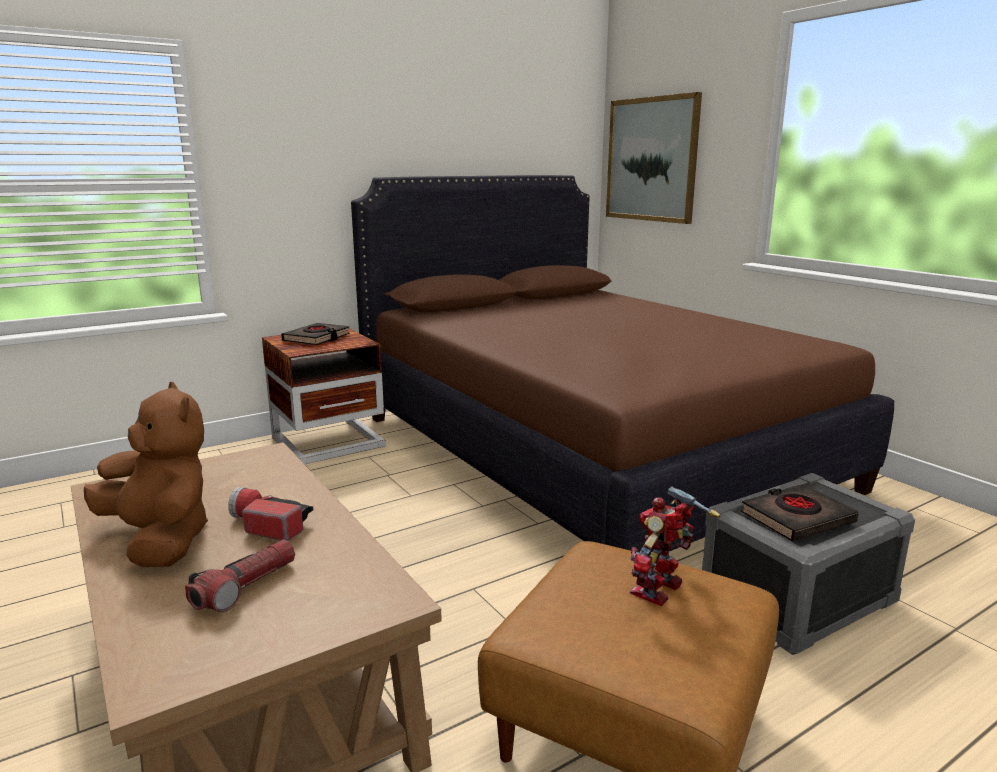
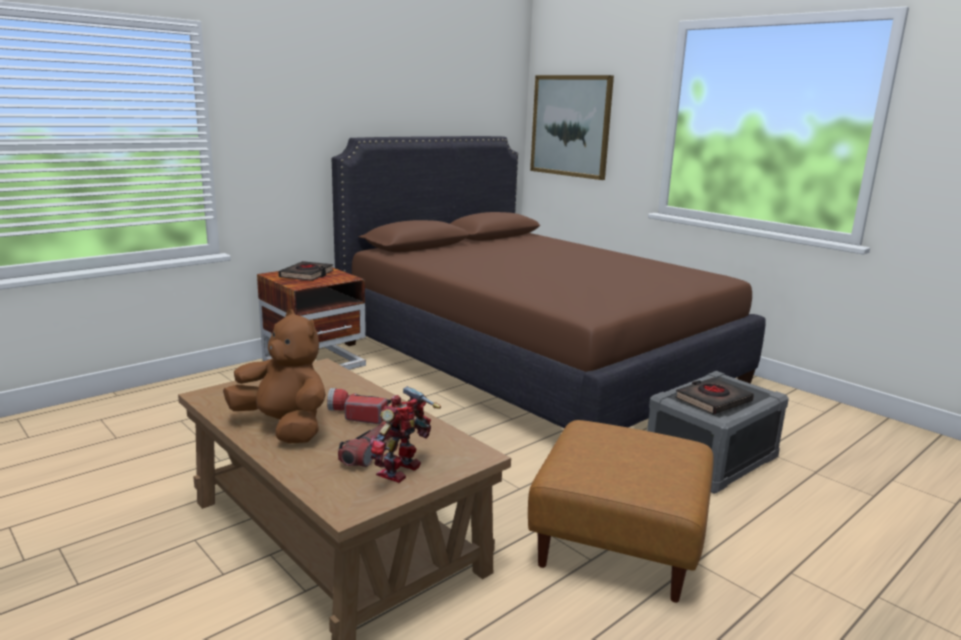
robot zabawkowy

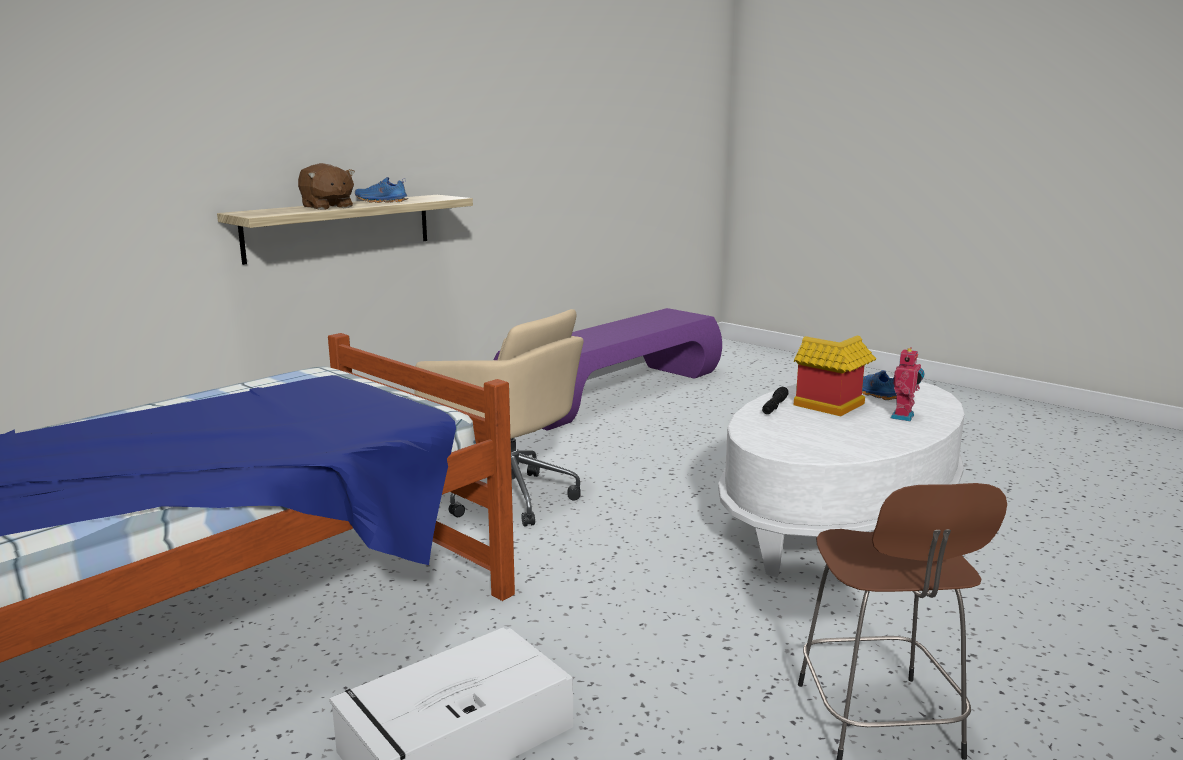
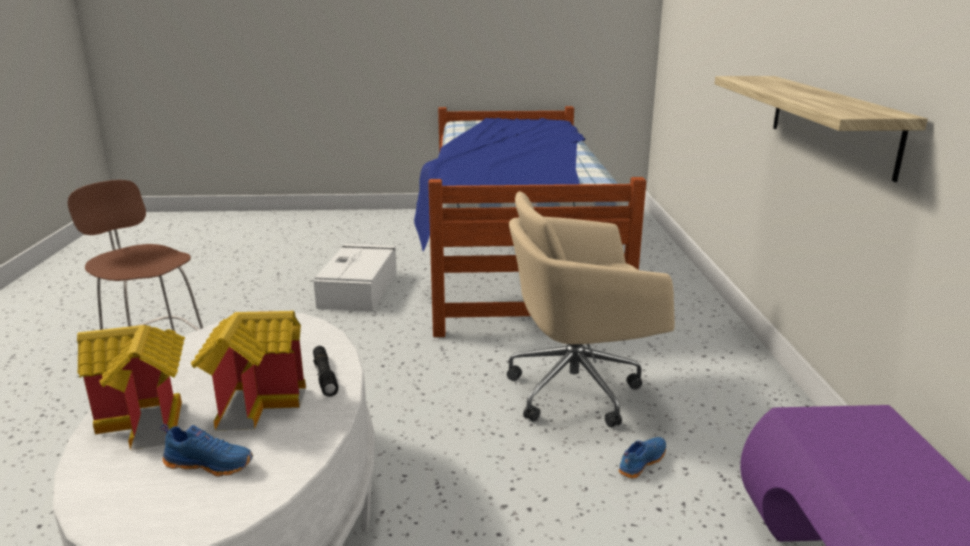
pluszak [brązowy]
but [niebieski] (no. 2 from left)
domek (no. 1 from left)

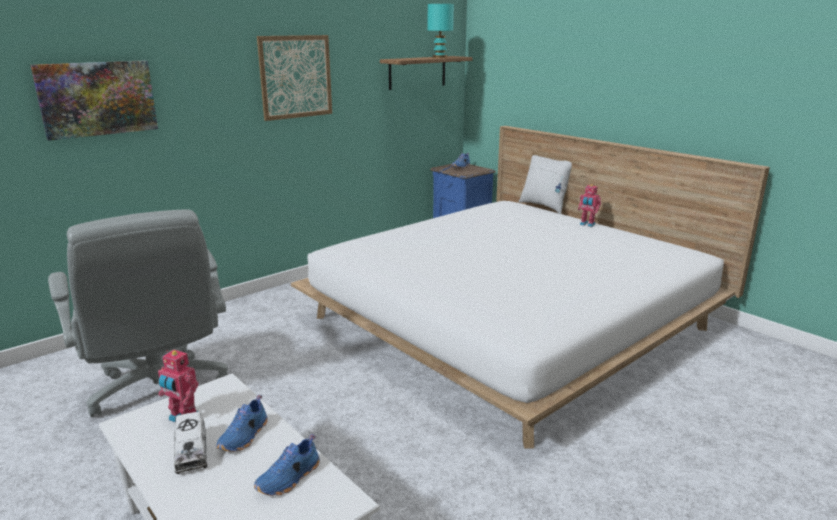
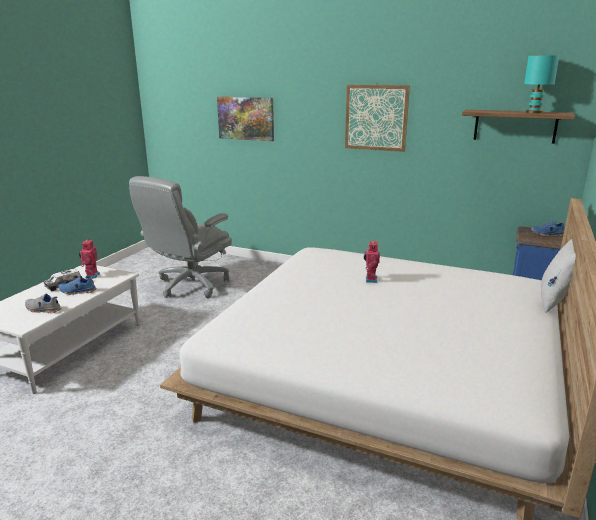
but [szary]
robot zabawkowy (no. 2 from left)

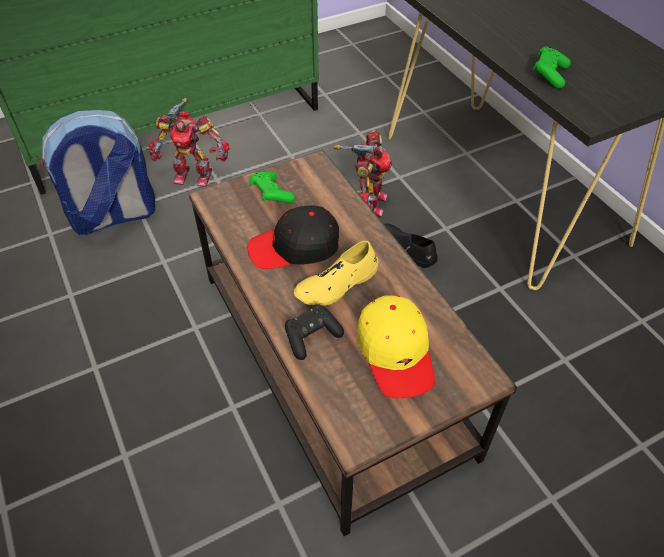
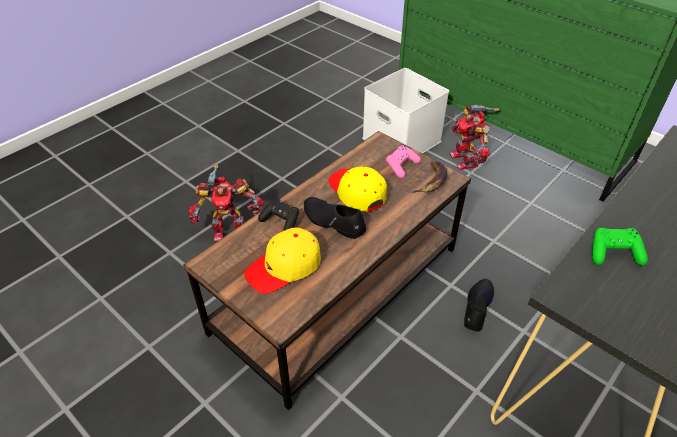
pojemnik do przechowywania [biały]
czapka z daszkiem [żółty] (no. 2 from left)
pad do gier [różowy]
but [czarny] (no. 1 from left)
robot zabawkowy (no. 1 from left)
banan

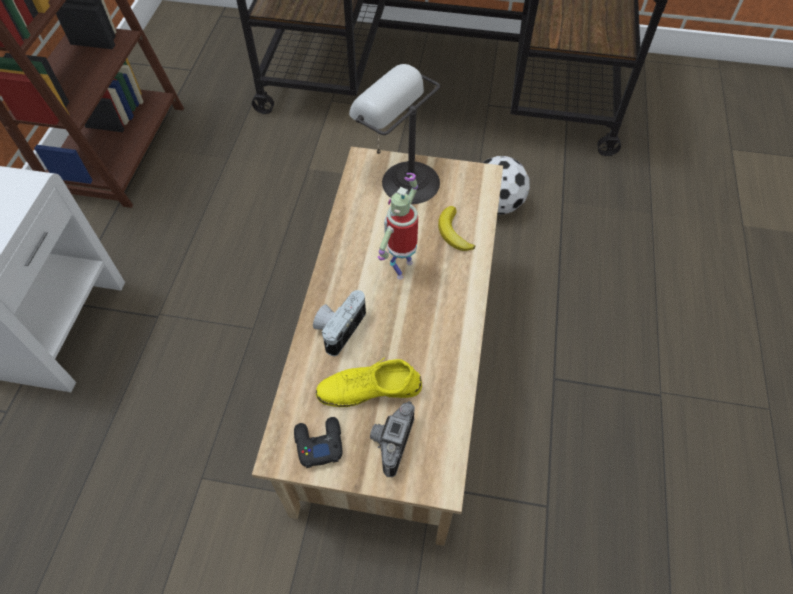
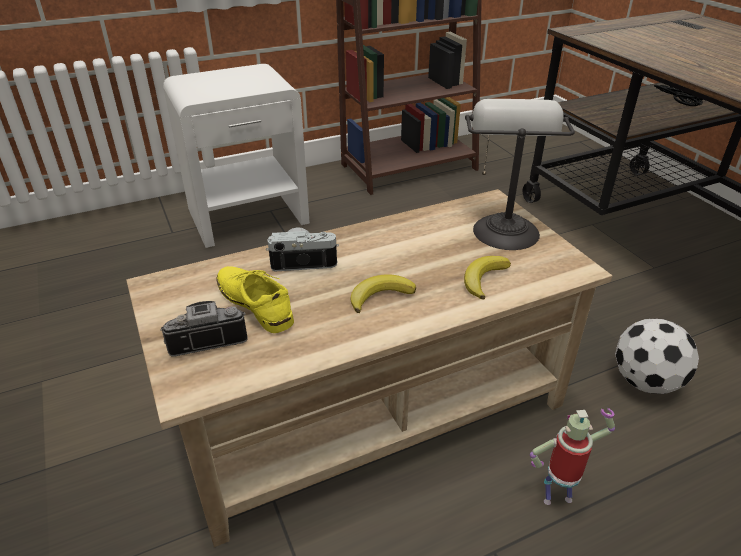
pad do gier [czarny]
robot zabawkowy
banan (no. 1 from left)

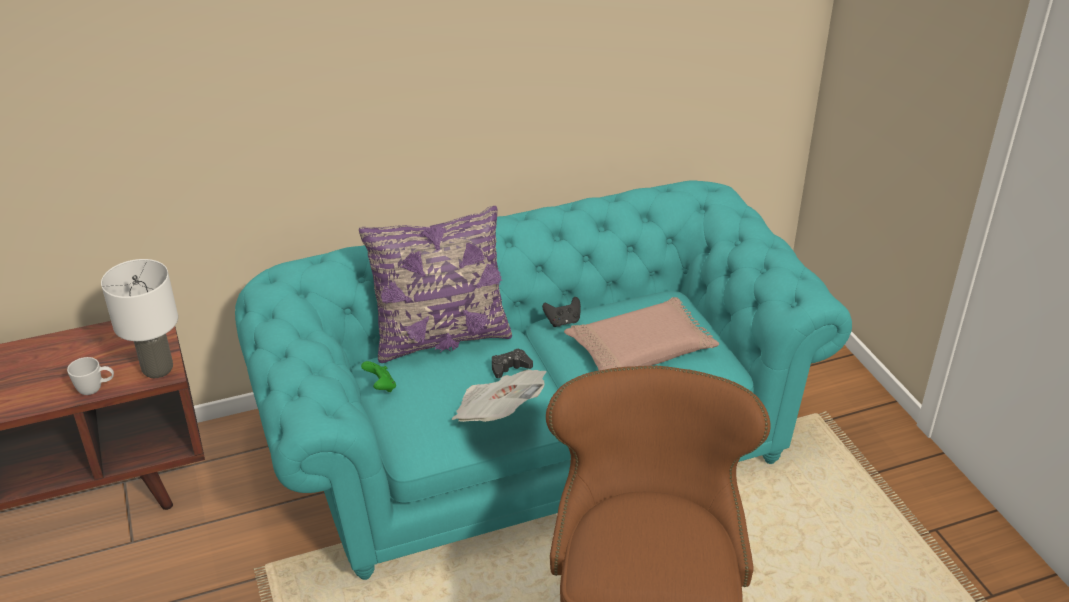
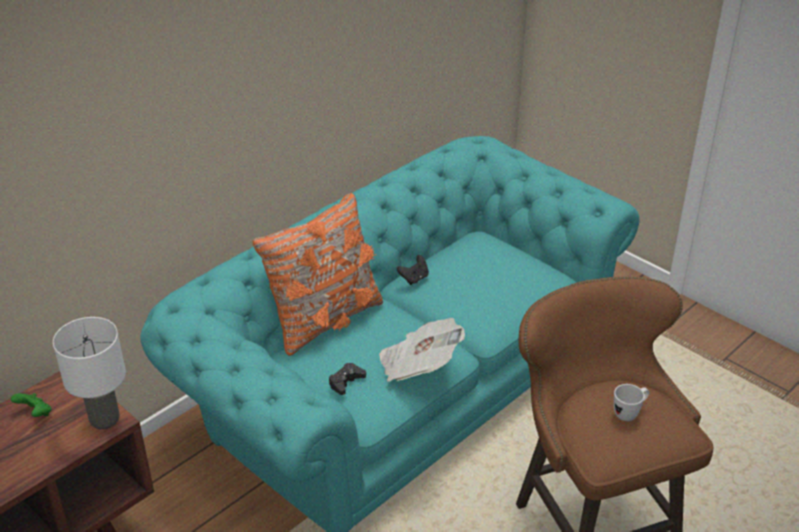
kubek [biały]
poduszka [pomarańczowy]
pad do gier [zielony]
pad do gier [czarny] (no. 1 from left)
poduszka [beżowy]

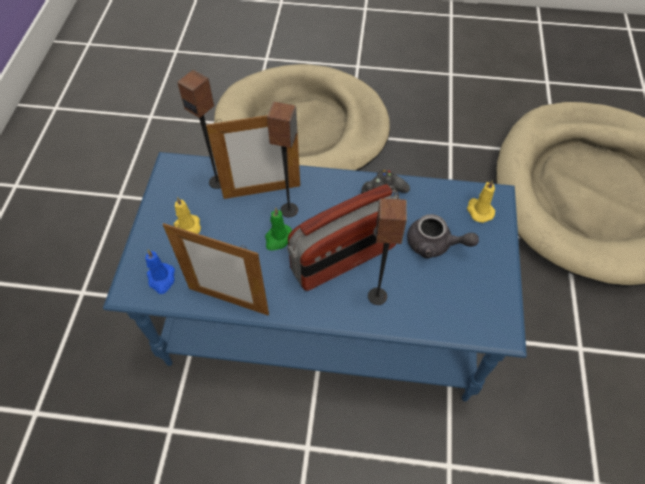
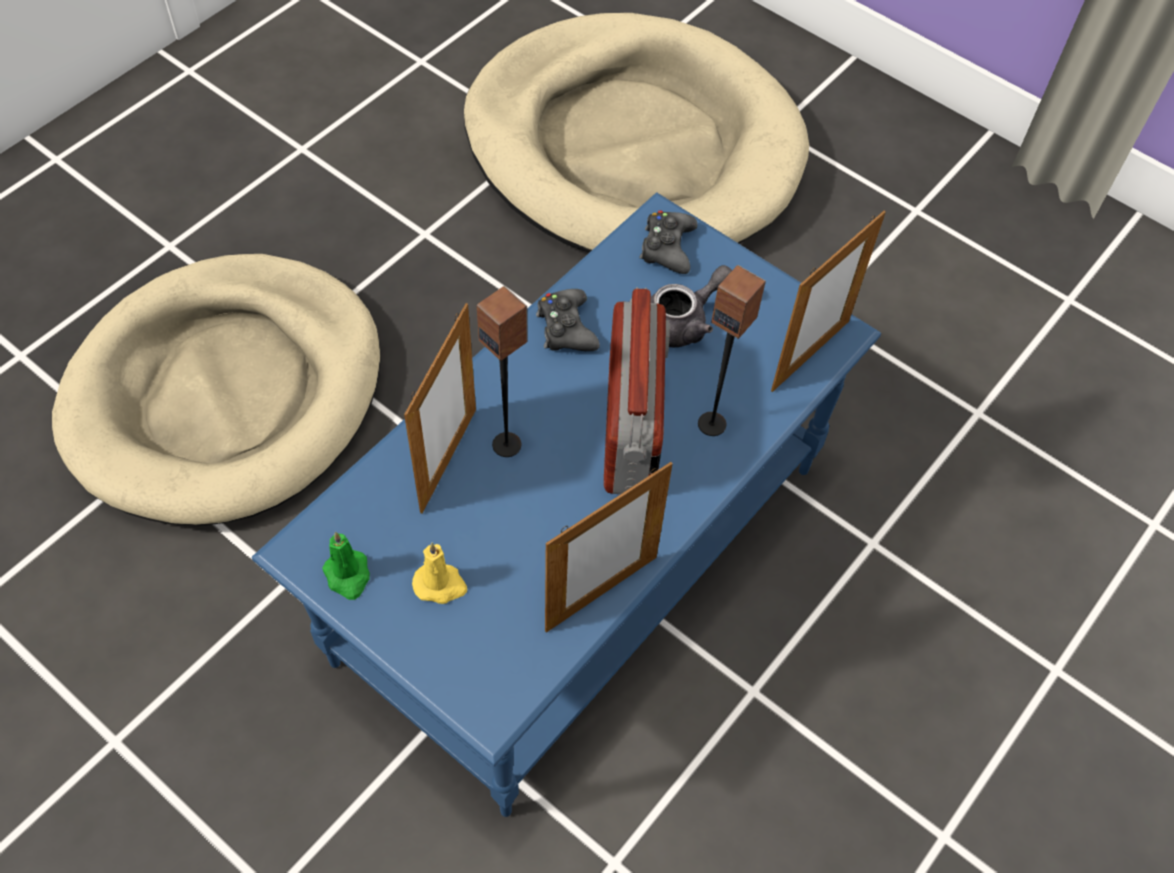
świeca [niebieski]
głośnik (no. 1 from left in the first image)
świeca [zielony]
pad do gier [czarny] (no. 2 from left)
ramka na zdjęcie (no. 3 from left)

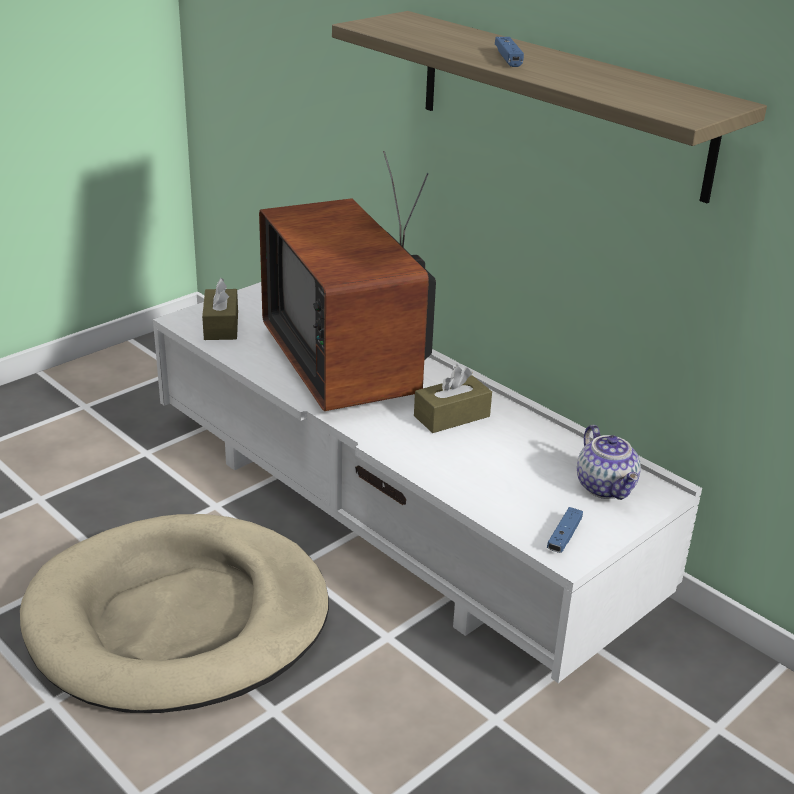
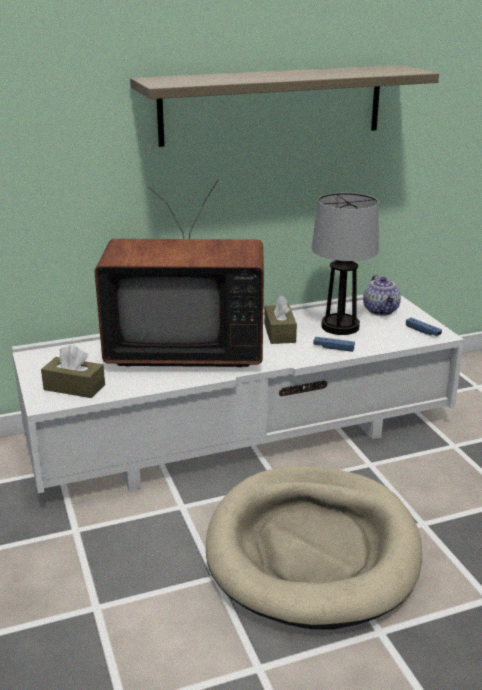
pad do gier [niebieski] (no. 1 from left)
imbryk
lampa stołowa

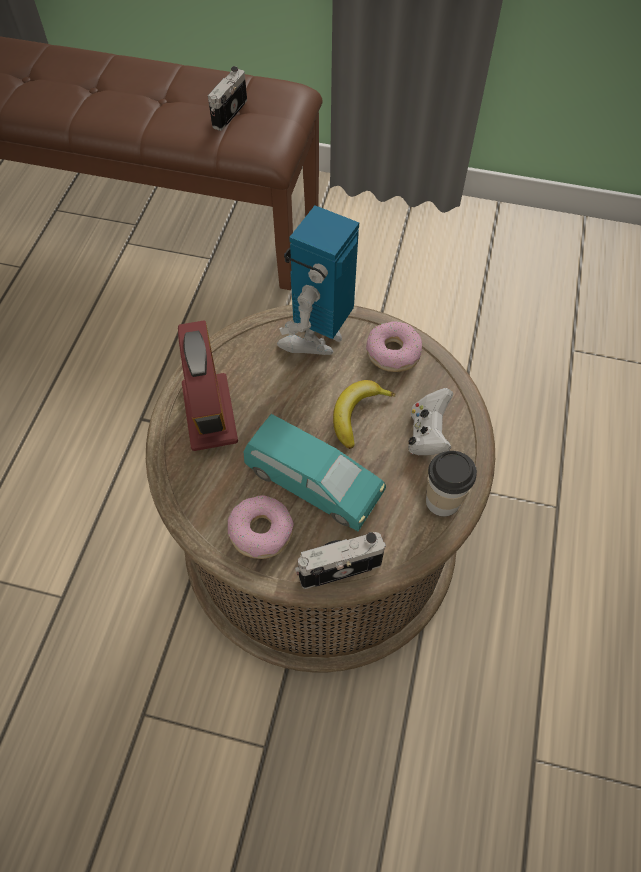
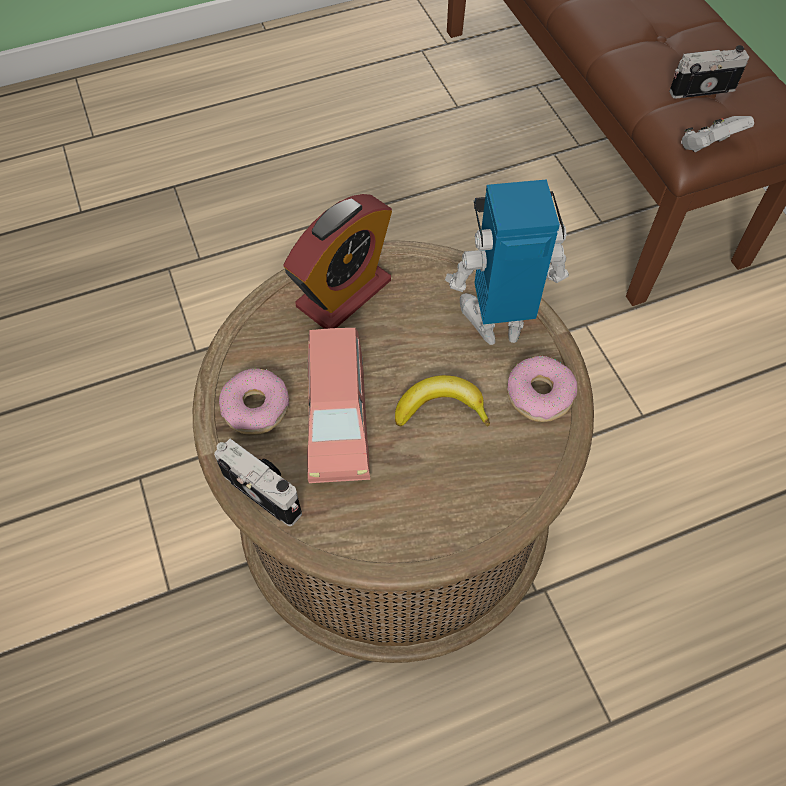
samochodzik [różowy]
pad do gier [biały]
filiżanka

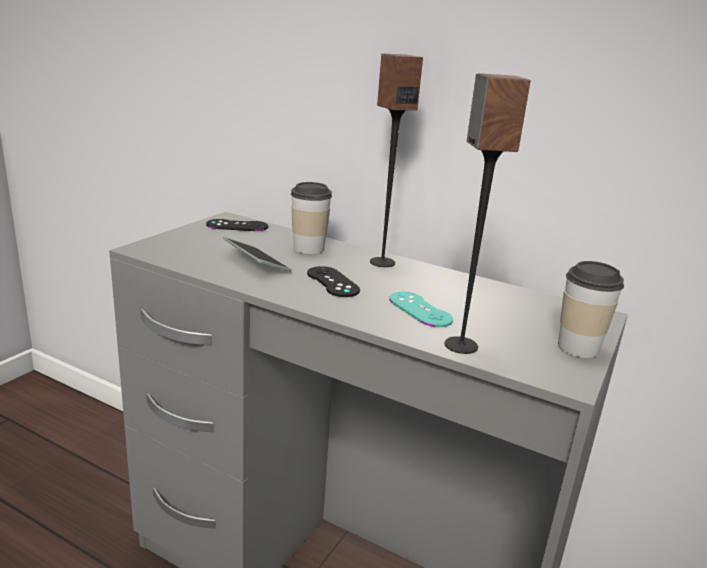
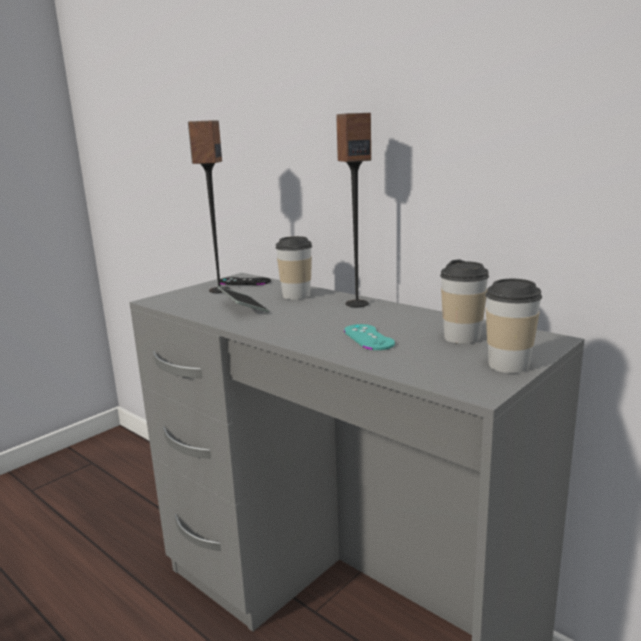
pad do gier [czarny] (no. 2 from left in the first image)
głośnik (no. 1 from left)
filiżanka (no. 2 from left)

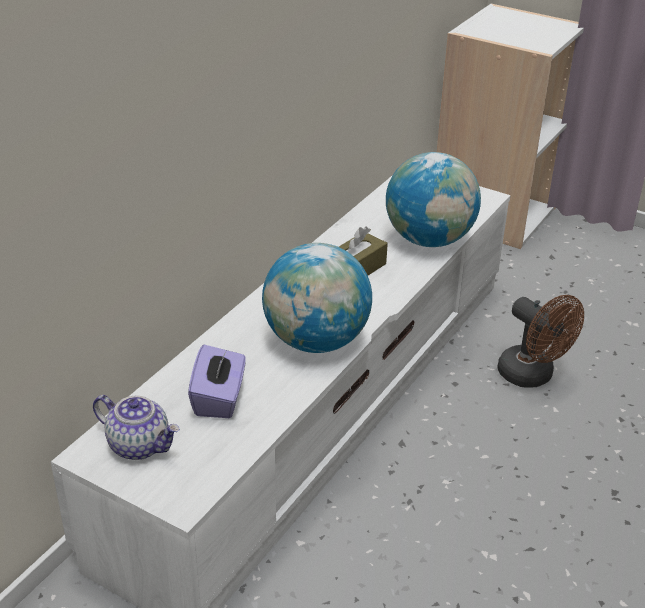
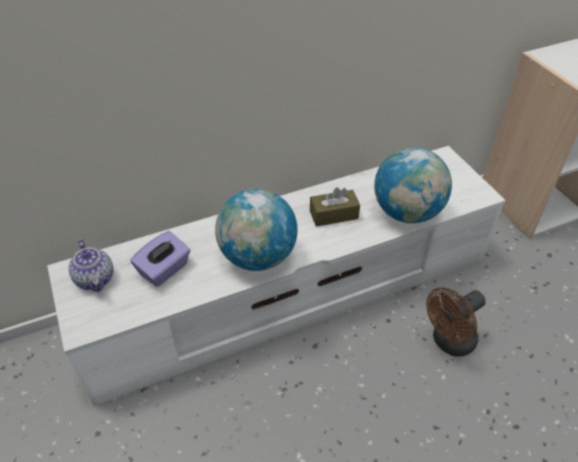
wentylator [brązowy]

